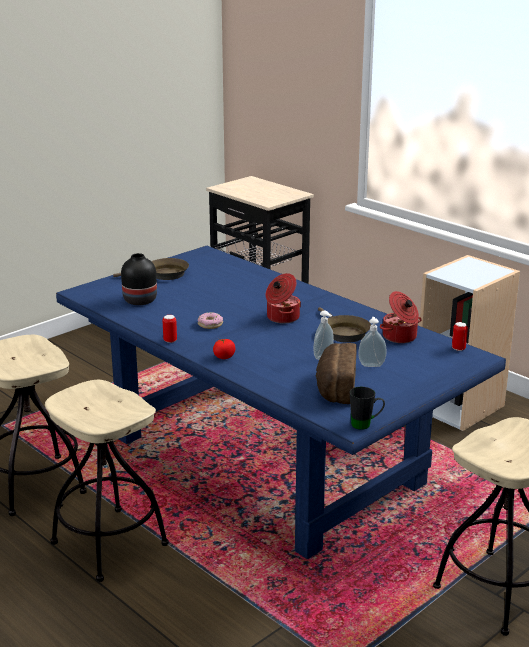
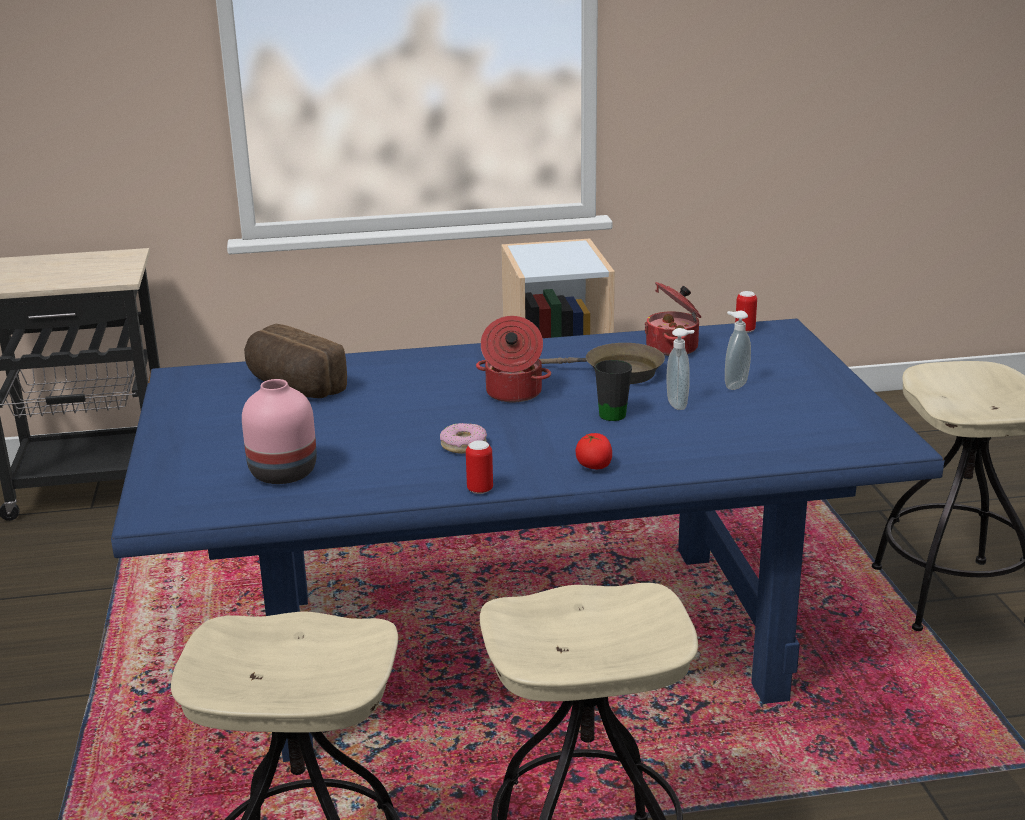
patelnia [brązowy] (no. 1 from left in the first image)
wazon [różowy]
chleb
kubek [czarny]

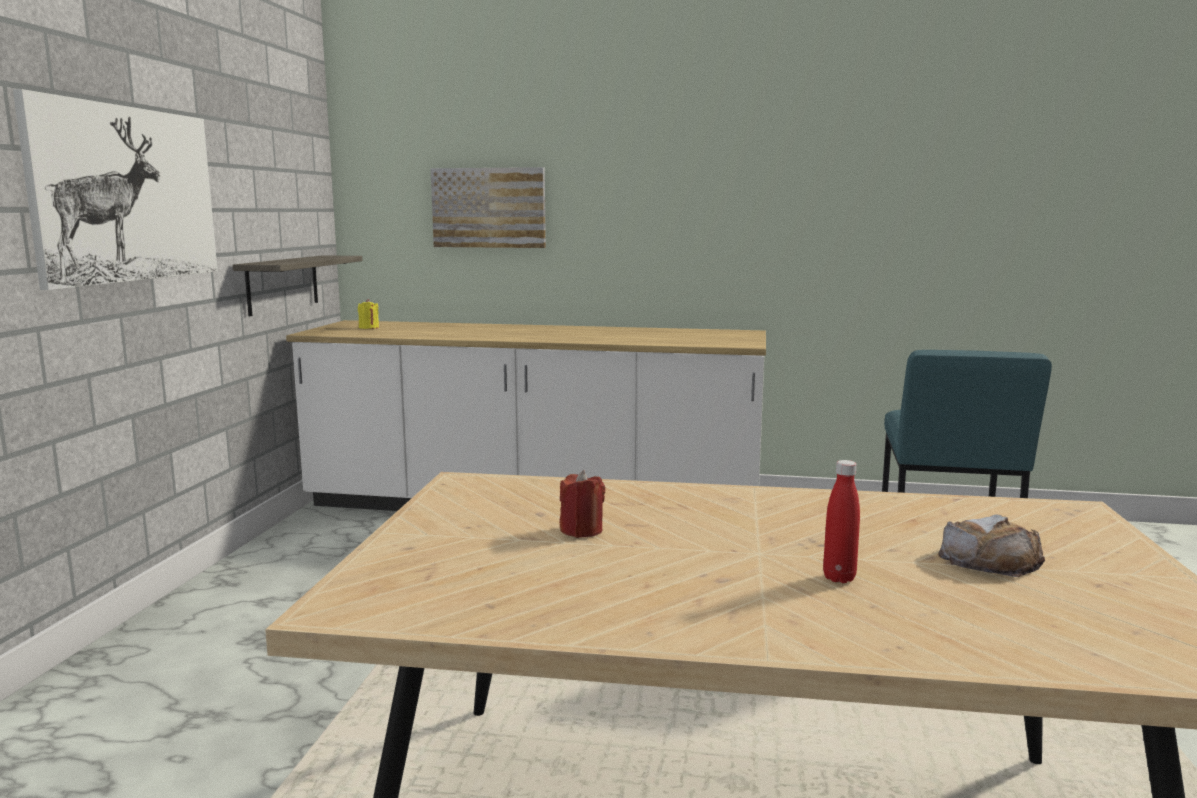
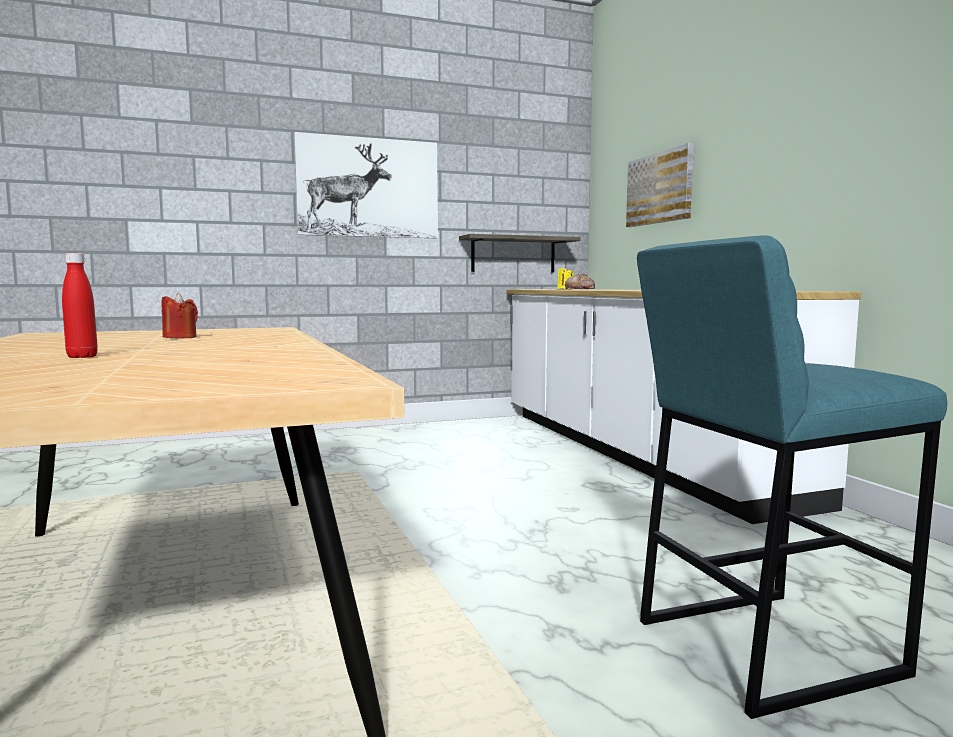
chleb

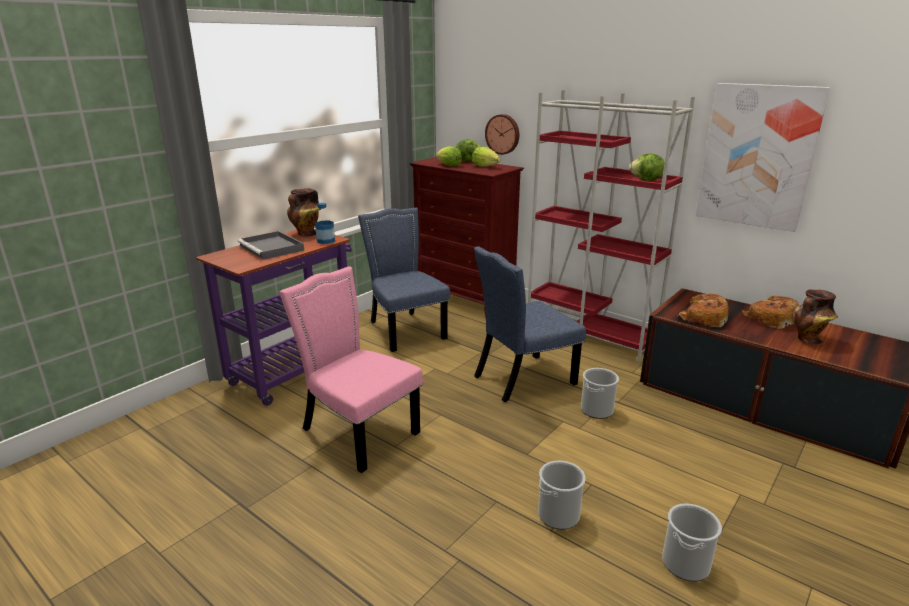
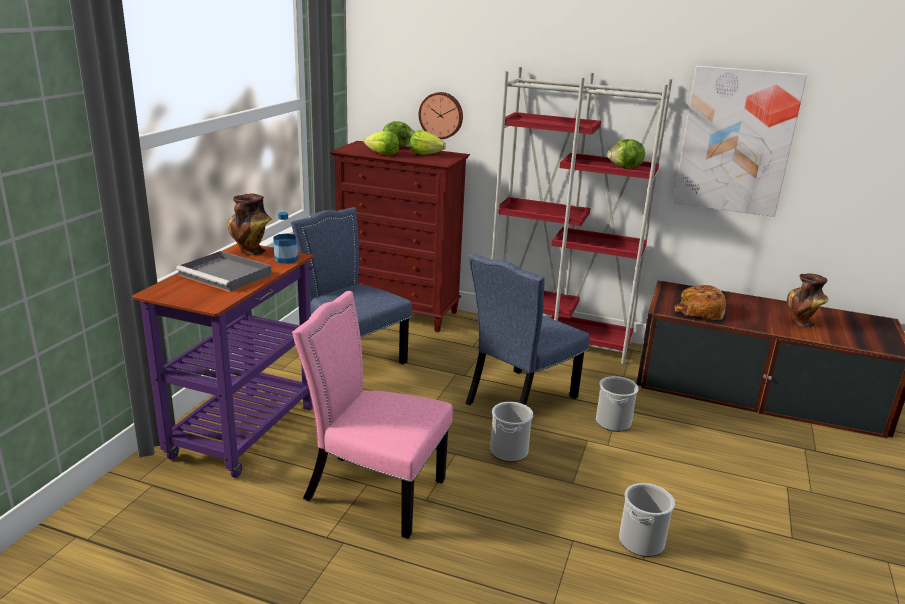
wiadro (no. 1 from left)
chleb (no. 2 from left in the first image)

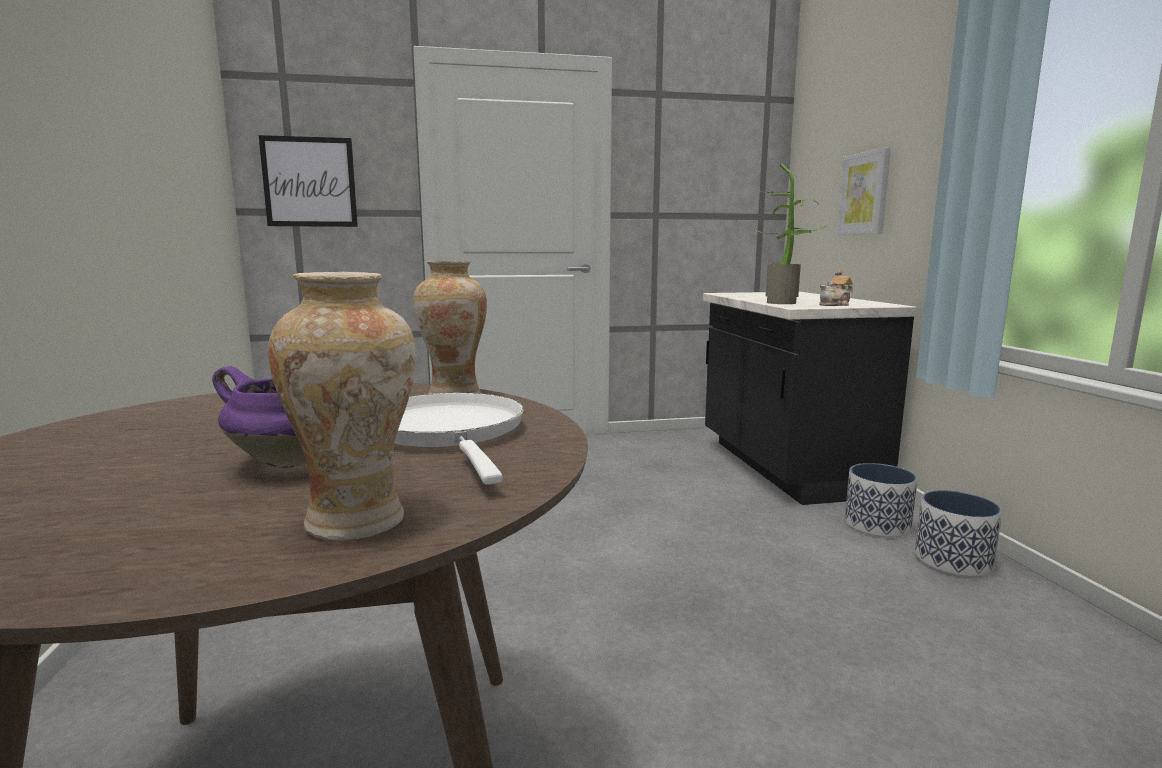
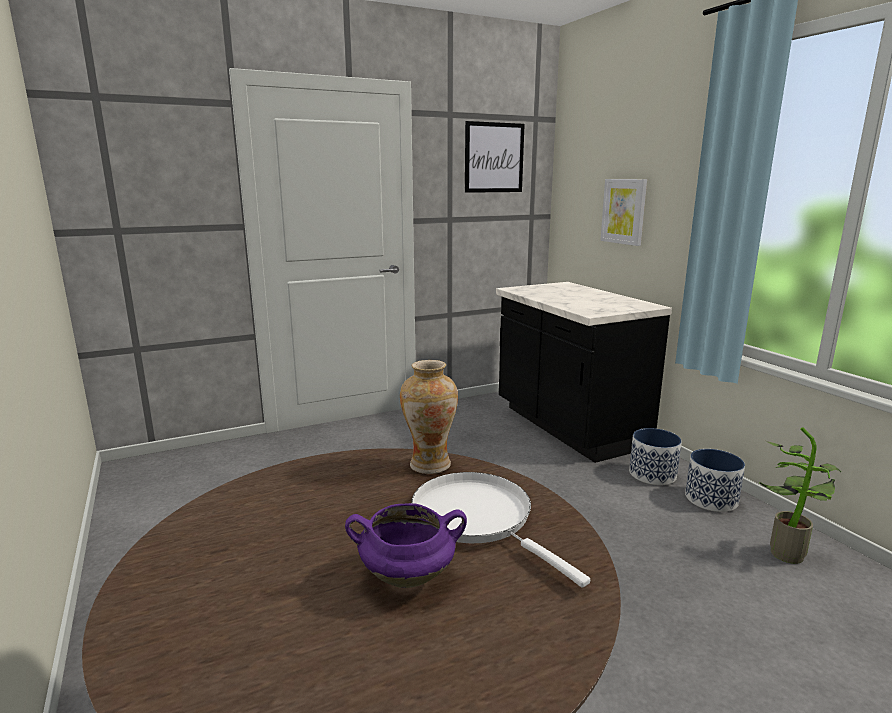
obraz (no. 1 from left)
wazon (no. 1 from left in the first image)
roślina doniczkowa
imbryk

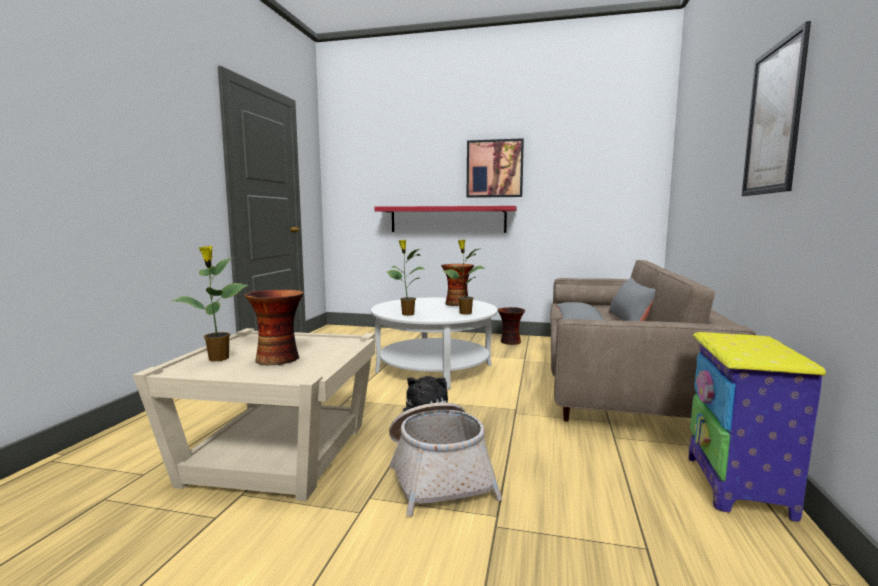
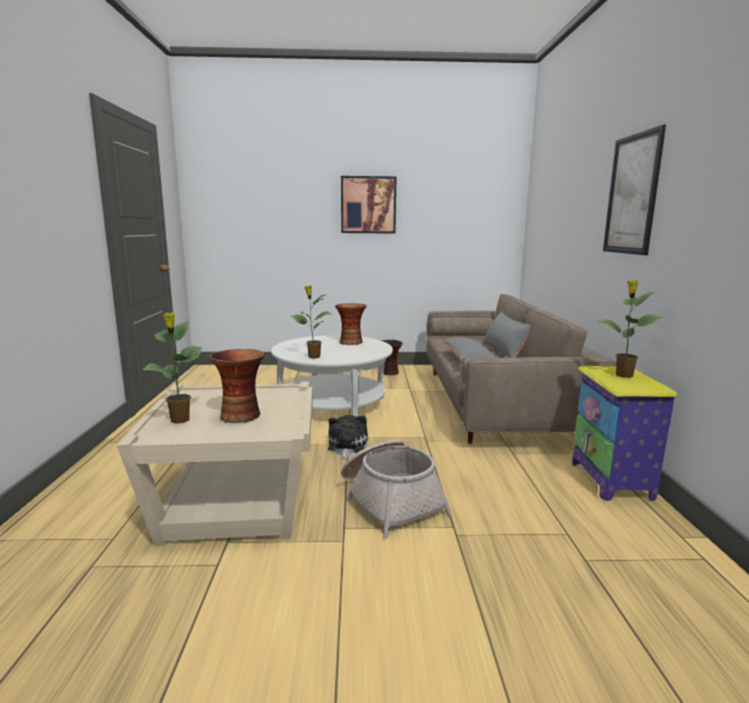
półka [czerwony]
roślina doniczkowa (no. 3 from left)

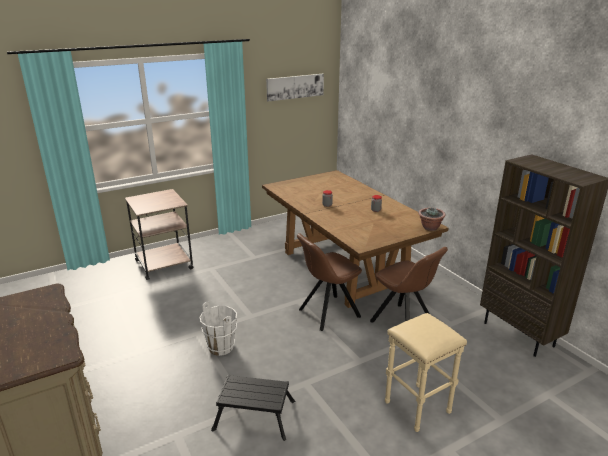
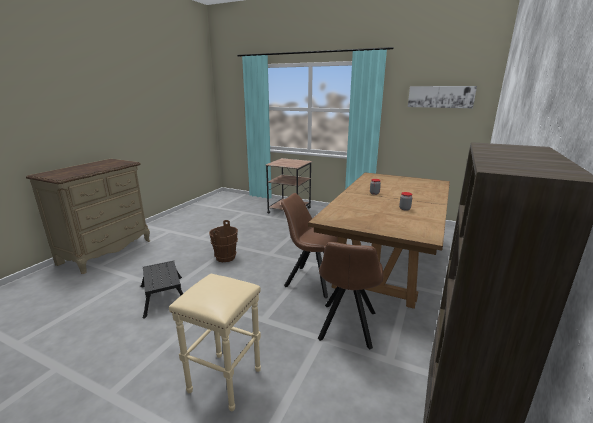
wiadro [brązowy]
roślina doniczkowa

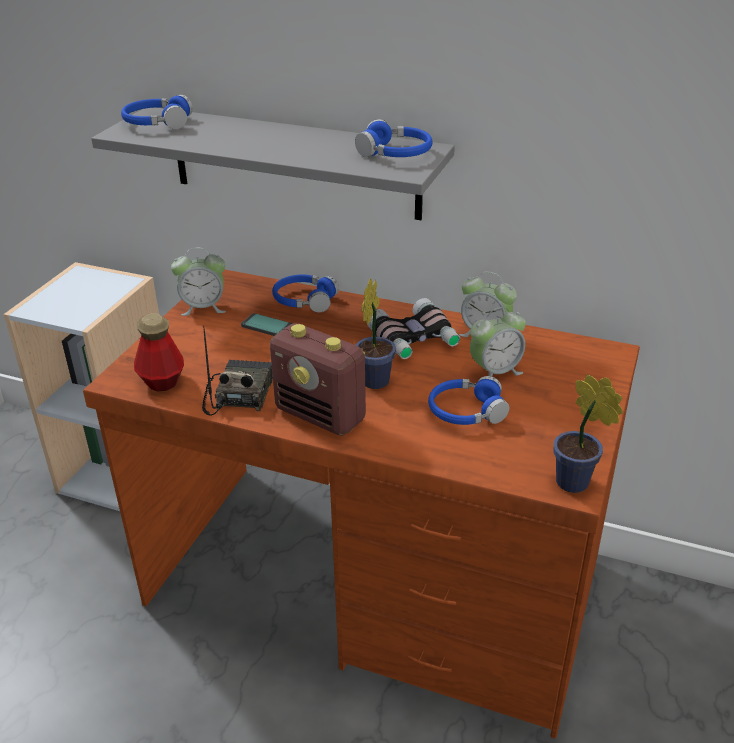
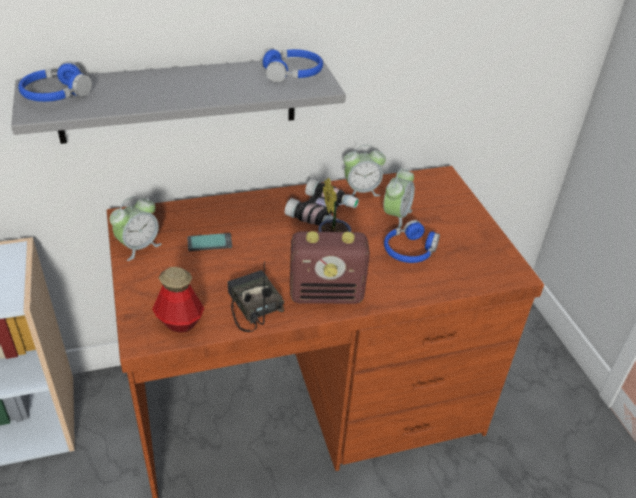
słuchawki [niebieski] (no. 2 from left in the first image)
roślina doniczkowa (no. 2 from left in the first image)

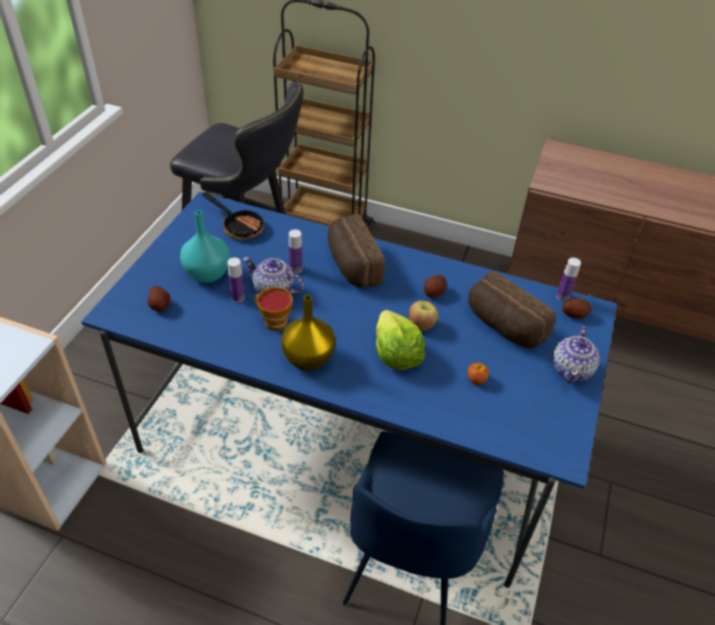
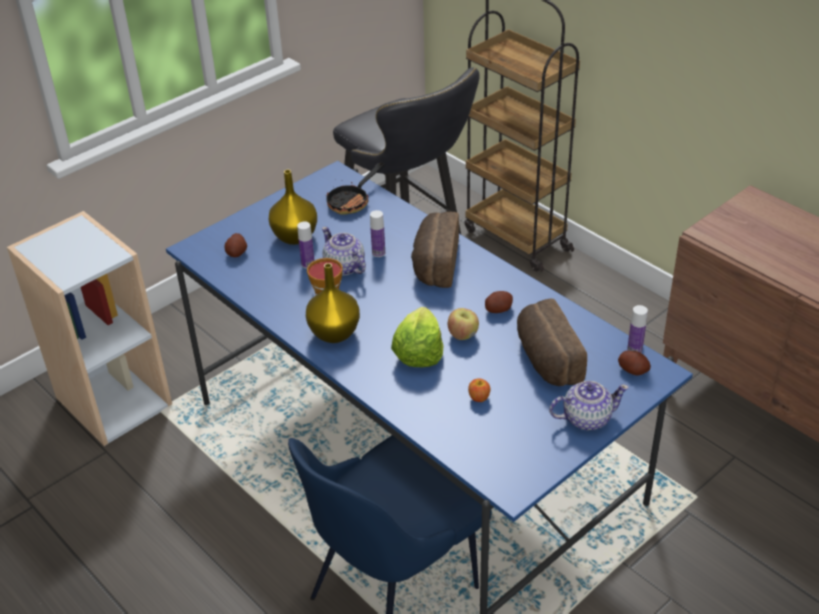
wazon [żółty] (no. 1 from left)
patelnia
imbryk (no. 2 from left)

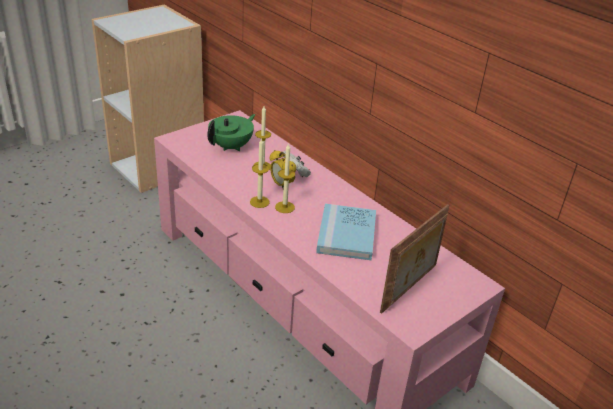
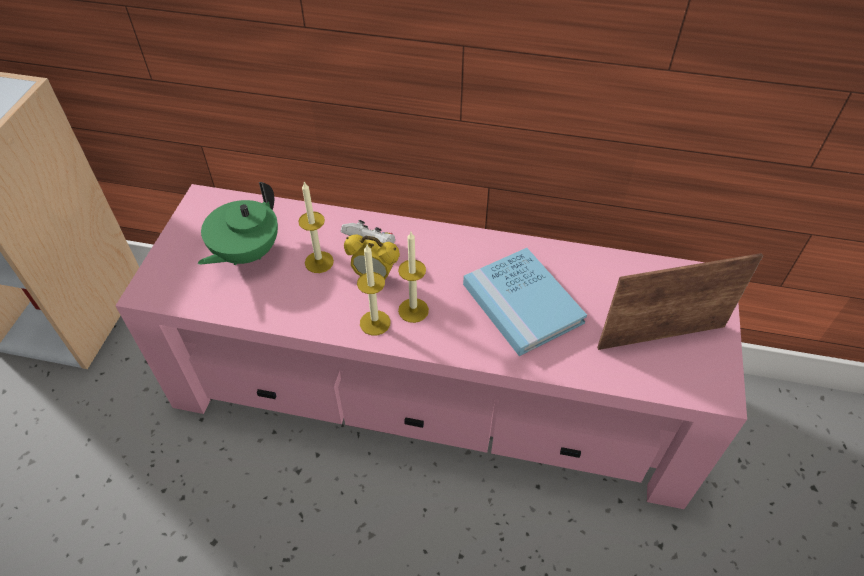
imbryk [zielony]
ramka na zdjęcie

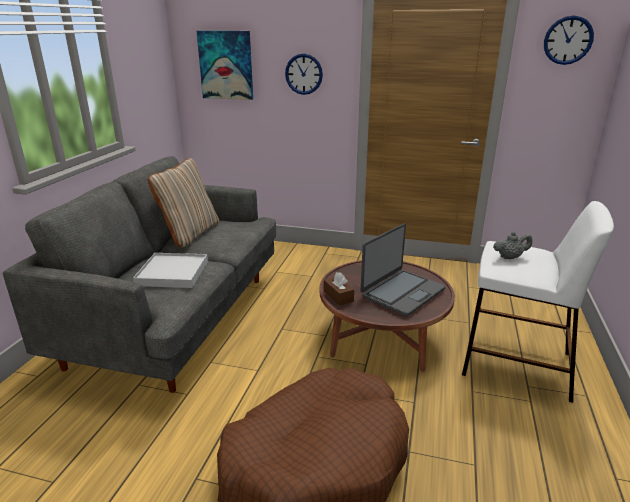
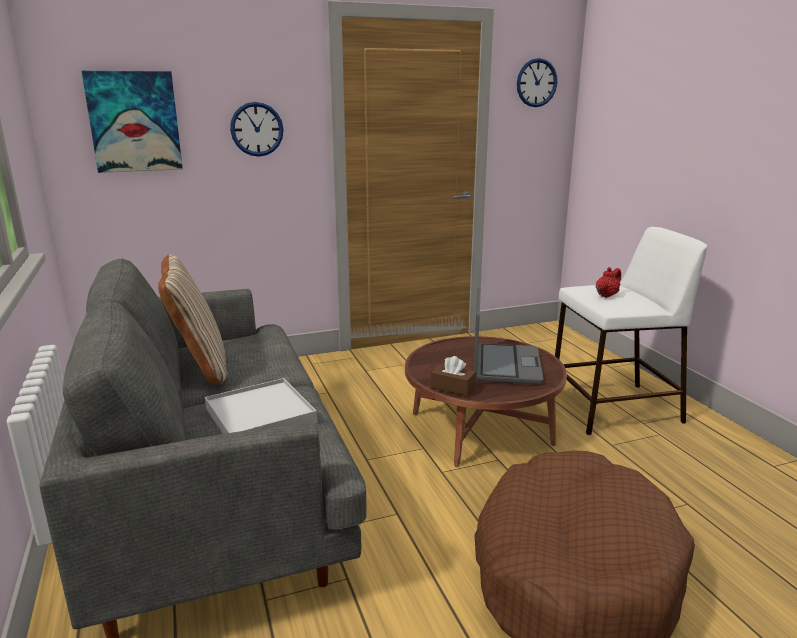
imbryk [czerwony]

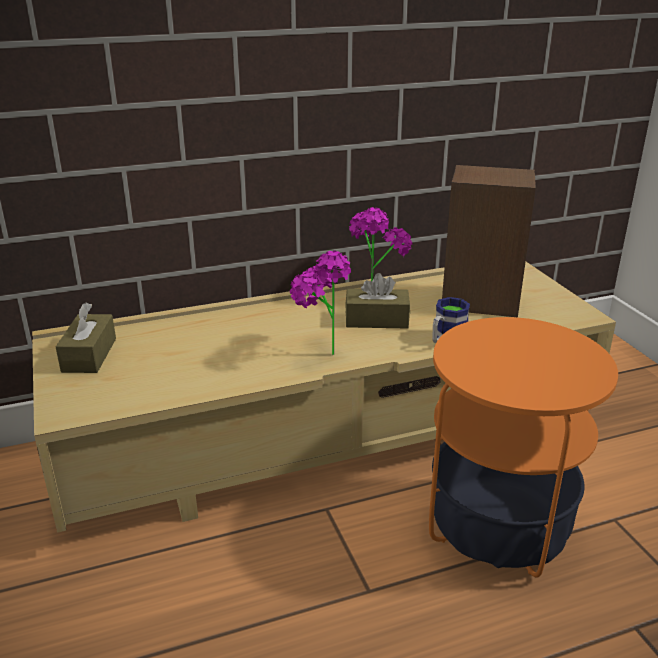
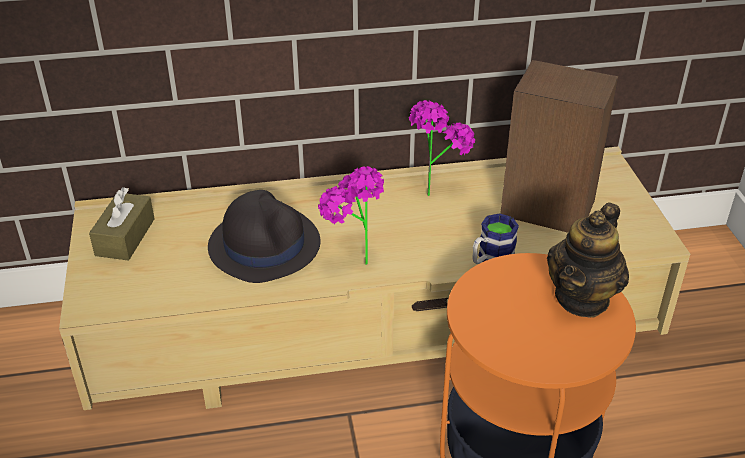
pudełko chusteczek [brązowy] (no. 2 from left in the first image)
kapelusz [czarny]
imbryk

